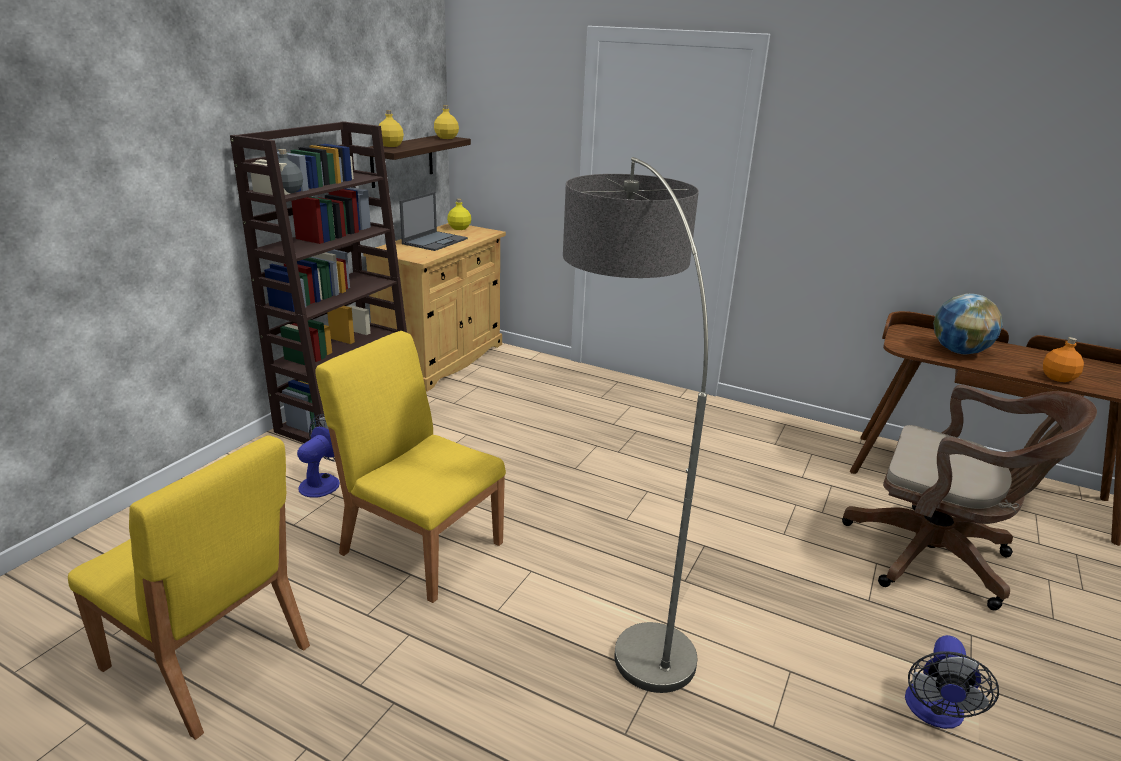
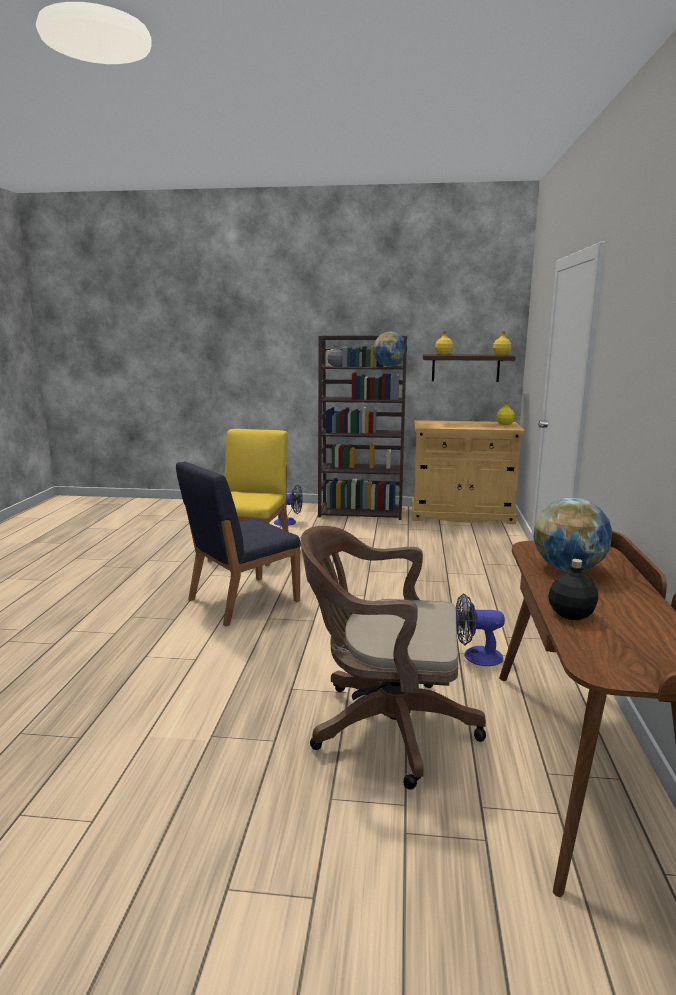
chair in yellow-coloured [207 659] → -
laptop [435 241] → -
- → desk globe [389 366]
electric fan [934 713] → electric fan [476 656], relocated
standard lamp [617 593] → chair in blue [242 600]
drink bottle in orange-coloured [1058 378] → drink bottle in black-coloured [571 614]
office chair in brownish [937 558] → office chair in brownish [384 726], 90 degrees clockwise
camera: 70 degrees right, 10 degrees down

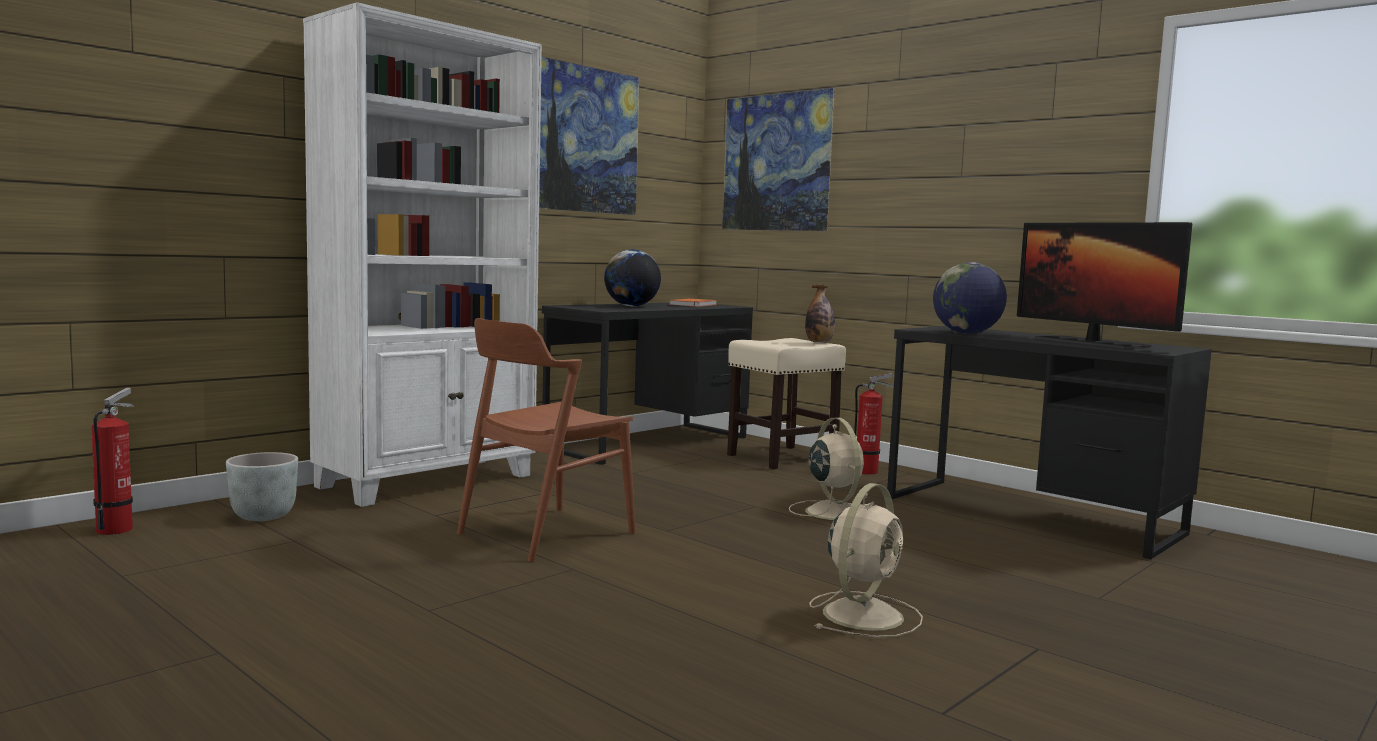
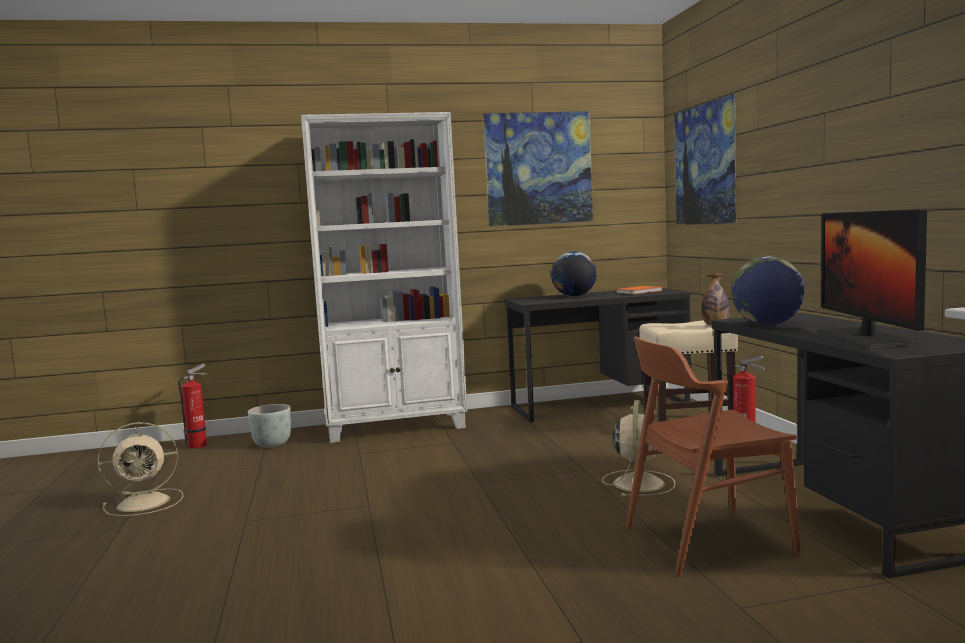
chair in brownish [546 533] → chair in brownish [707 540], relocated
electric fan in sand-coloured [864 614] → electric fan in sand-coloured [146 502], relocated
camera: 35 degrees right, 0 degrees up

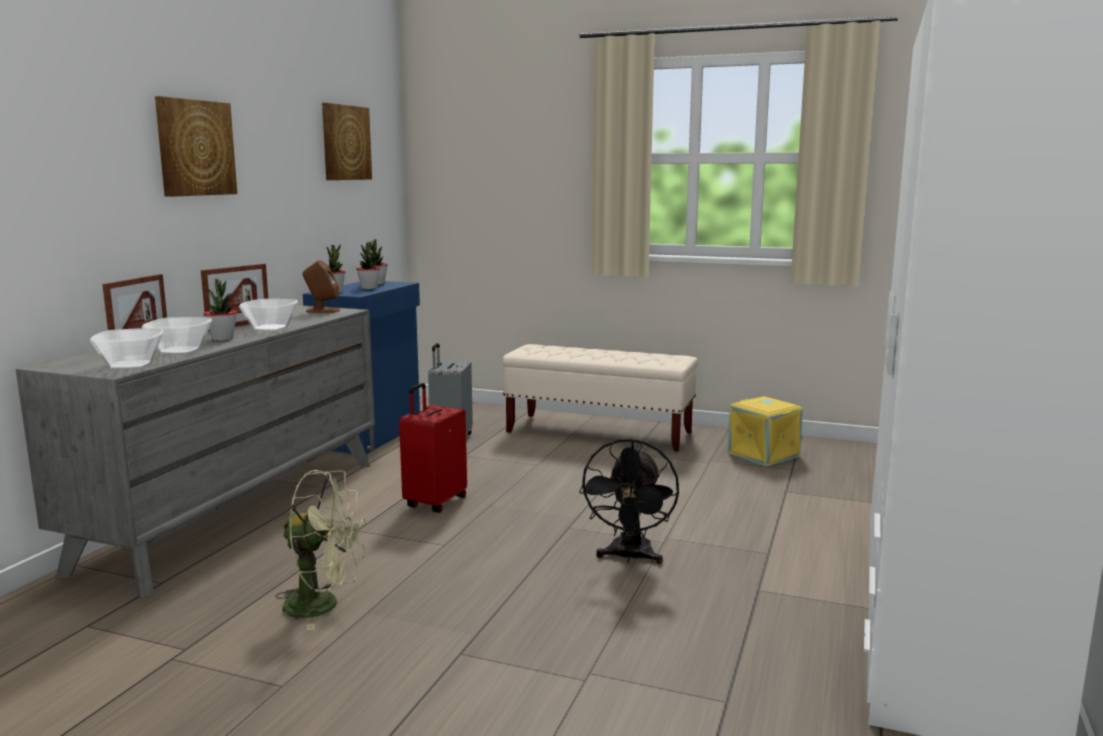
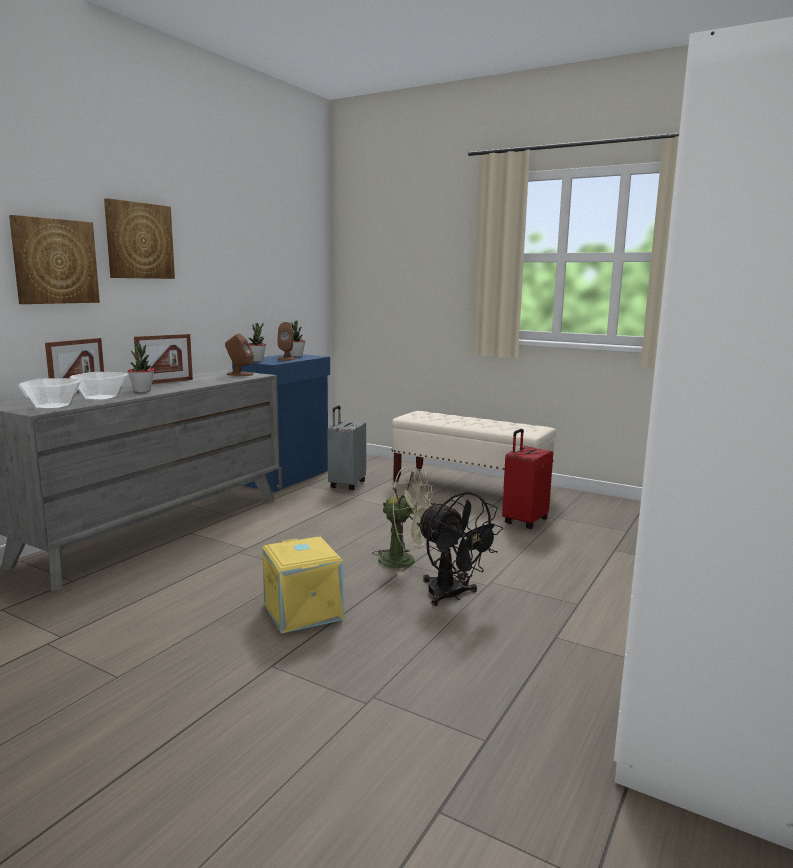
bowl [270 328] → -
electric fan in greenish [323 605] → electric fan in greenish [405 562], relocated
wall art [345 143] → wall art [55 261], relocated
travel case in reddish [434 502] → travel case in reddish [524 521], relocated
storage bin in yellow-coloured [764 454] → storage bin in yellow-coloured [304 612], relocated
houseplant [369 288] → audio speaker in brownish [286 359]
electric fan in black-coloured [629 557] → electric fan in black-coloured [451 596], 60 degrees counterclockwise
camera: 10 degrees right, 0 degrees up

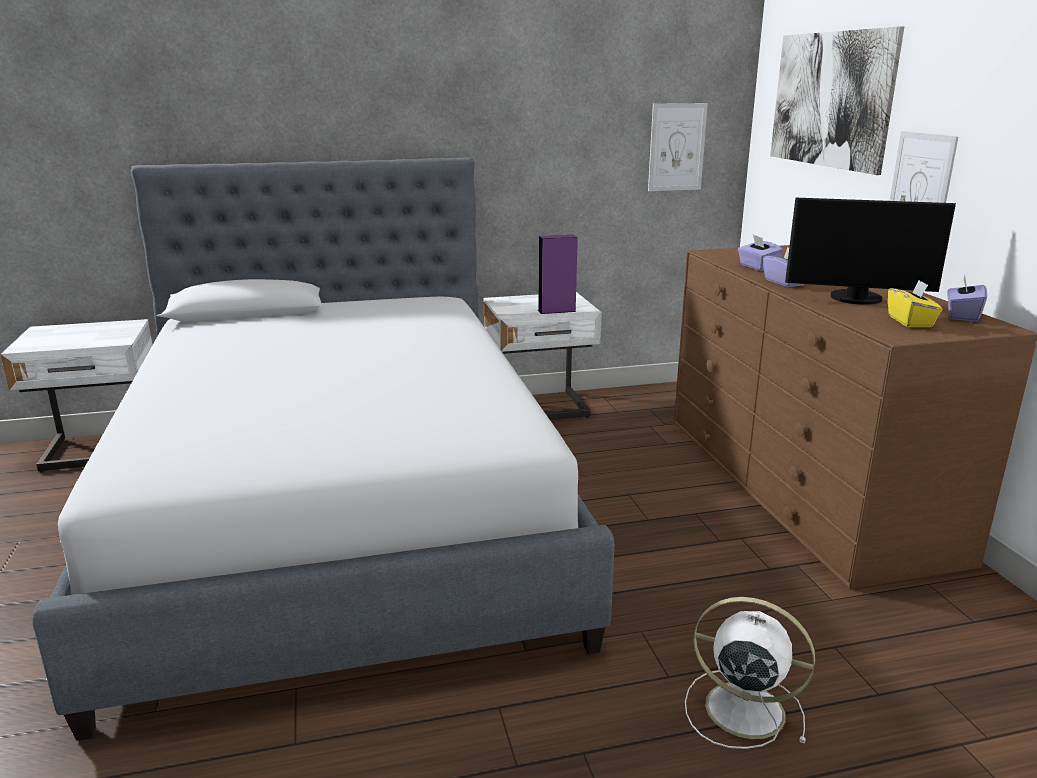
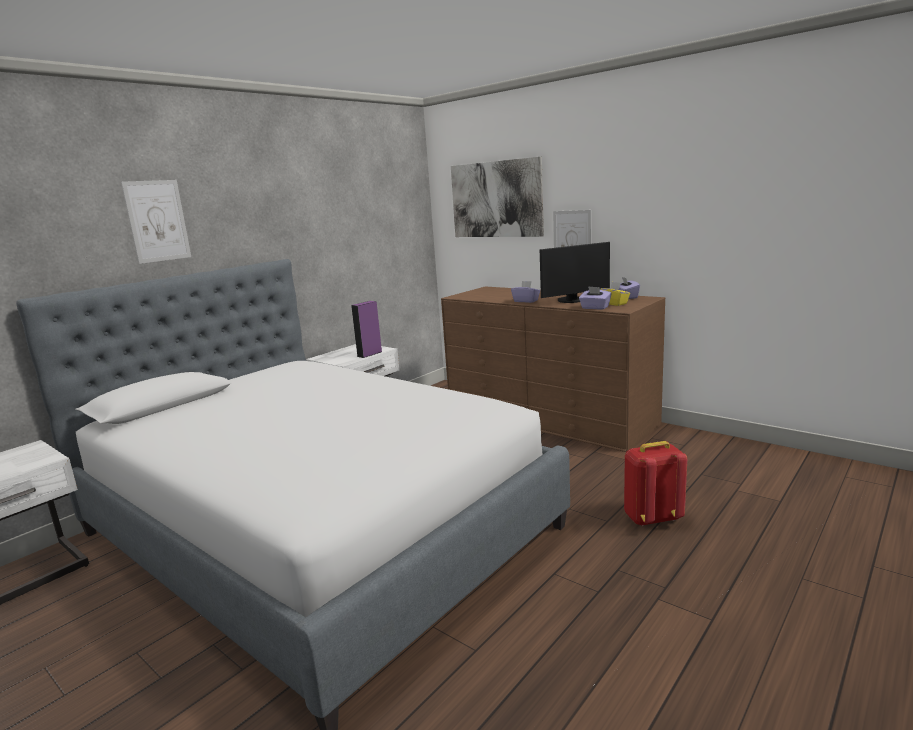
wall art [677 147] → wall art [157 221], relocated
box of tissues in purple-coloured [757 267] → box of tissues in purple-coloured [595 308], relocated
electric fan in whitish [740 709] → backpack in reddish [652 518]
camera: 35 degrees left, 5 degrees down

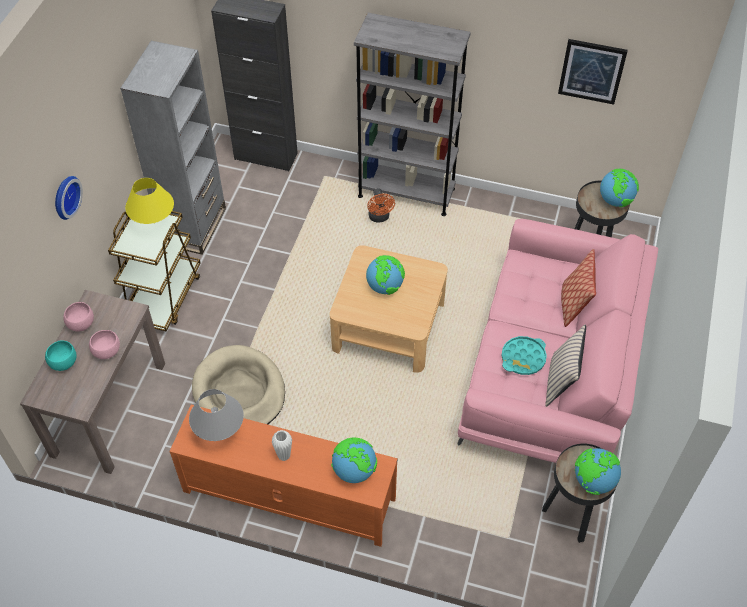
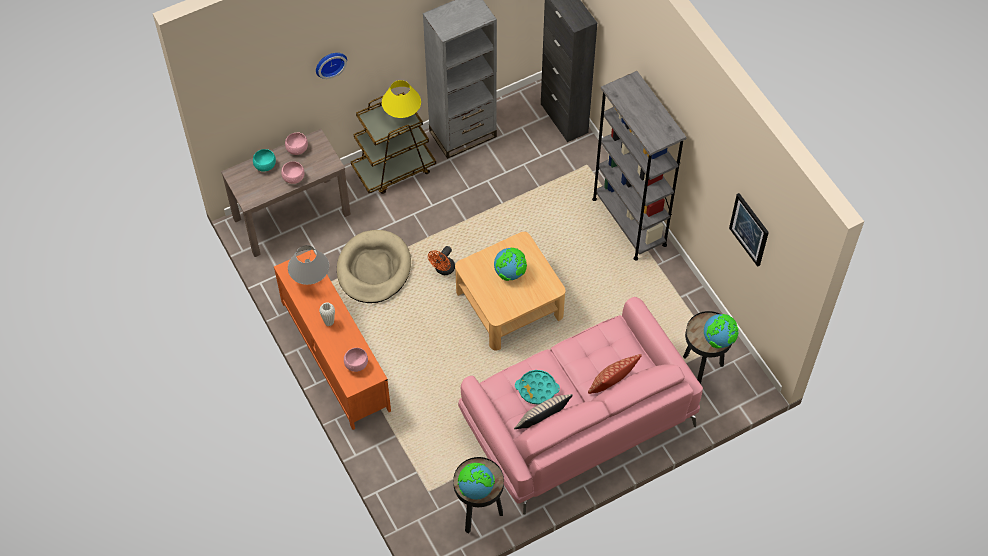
electric fan in orange-coloured [379 218] → electric fan in orange-coloured [443 270], relocated
desk globe [354 470] → bowl in pinkish [356 364]
camera: 45 degrees right, 5 degrees up

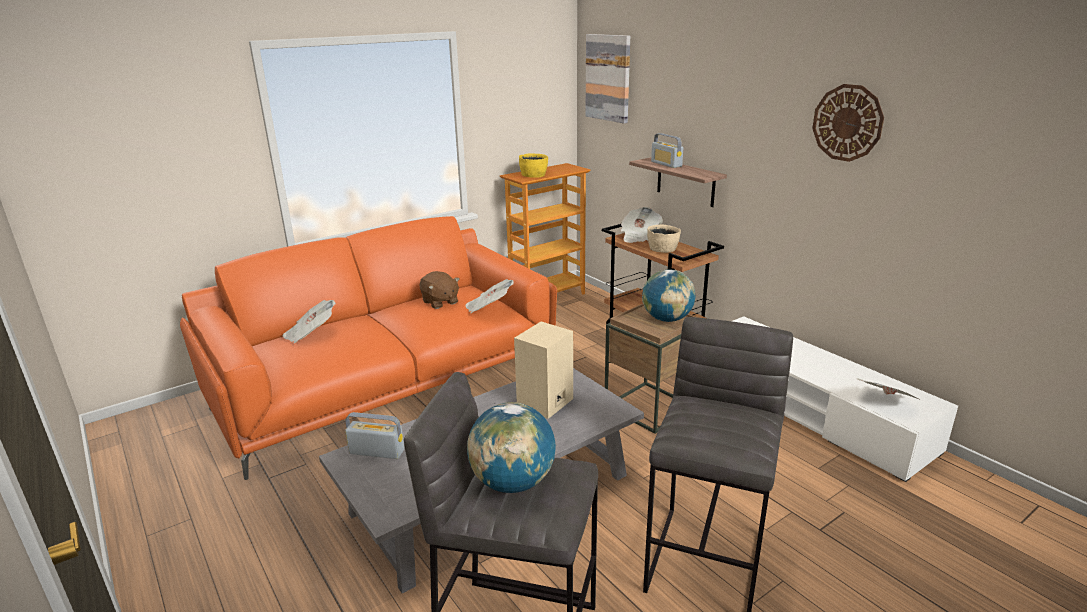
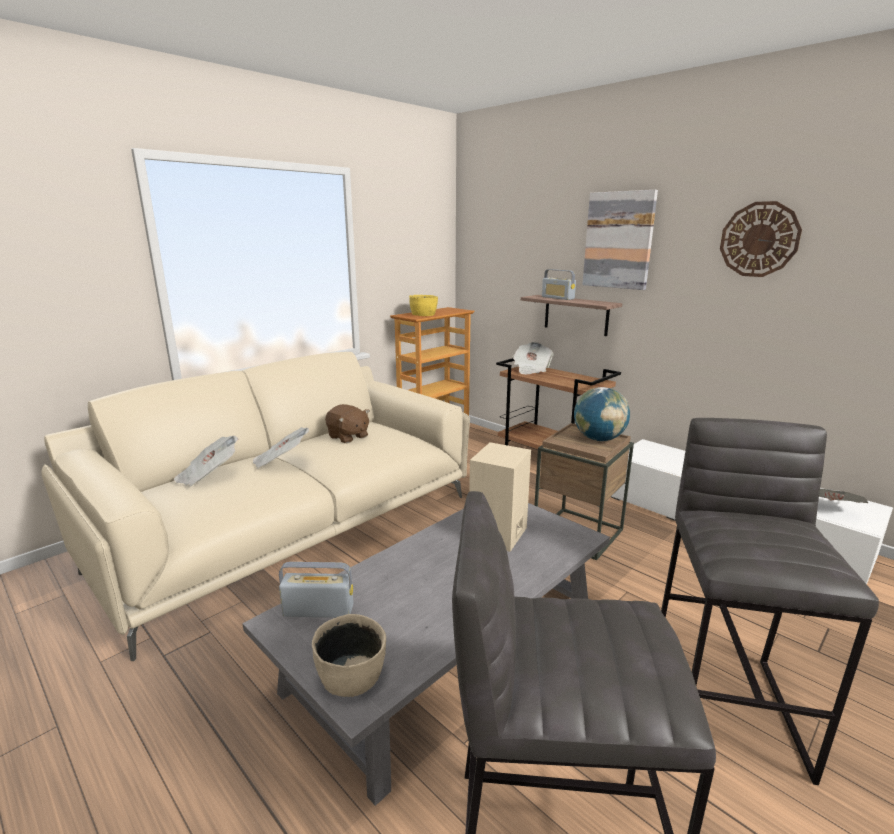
desk globe [513 483] → -
daily paper [488 308] → daily paper [280 462], relocated
wall art [608 78] → wall art [619 240], relocated
bowl in sand-coloured [662 249] → bowl in sand-coloured [352 674], relocated
sofa in orange-coloured [388 382] → sofa in sand-coloured [292 527]
camera: 10 degrees left, 5 degrees down

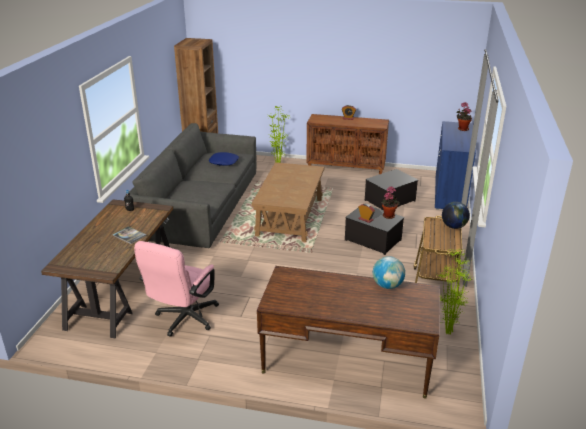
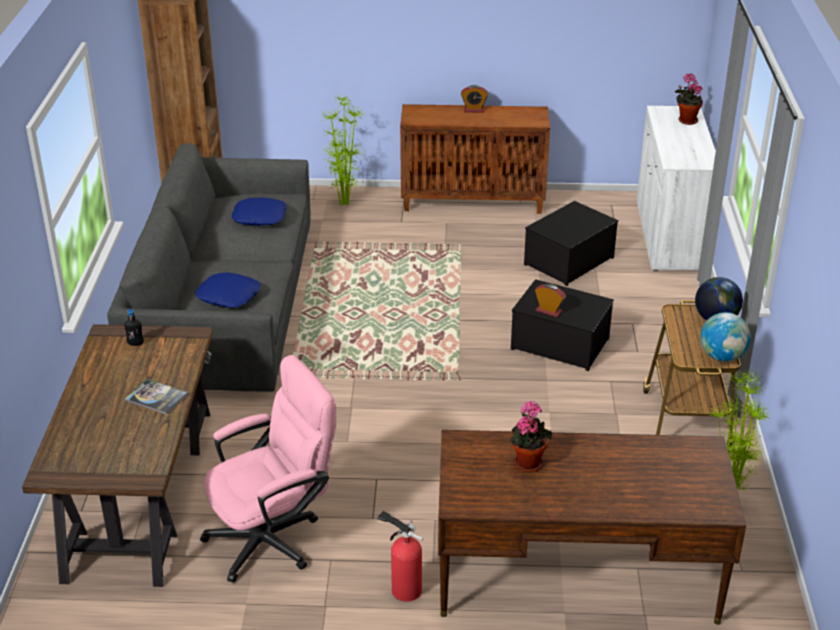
coffee table in brownish [289 217] → -
- → cushion in blue [229 296]
- → extinguisher [403 588]
desk globe [387 285] → desk globe [722 356], relocated
houseplant [388 215] → houseplant [528 462], relocated
cupboard in blue [449 193] → cupboard in whitish [669 236]
office chair in pinkish [183 320] → office chair in pinkish [274 537], 135 degrees counterclockwise
camera: 10 degrees left, 5 degrees up

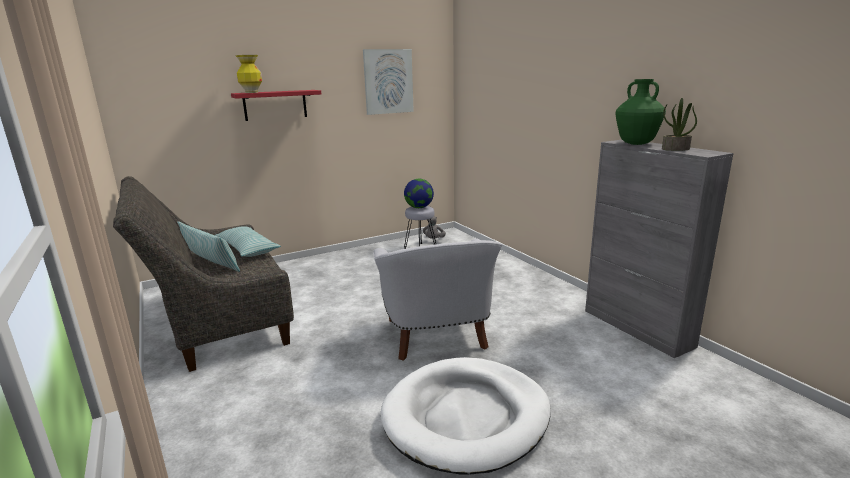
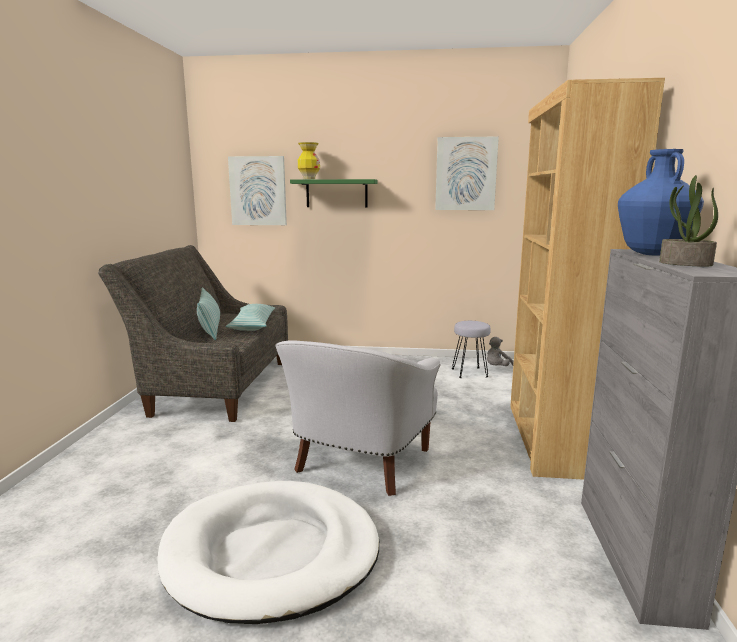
desk globe [419 207] → -
- → wall art [258 191]
- → bookshelf in brownish [552 439]
wall shelf in reddish [275 105] → wall shelf in greenish [336 193]
flower vase in greenish [636 144] → flower vase in blue [652 254]
camera: 35 degrees right, 5 degrees down

